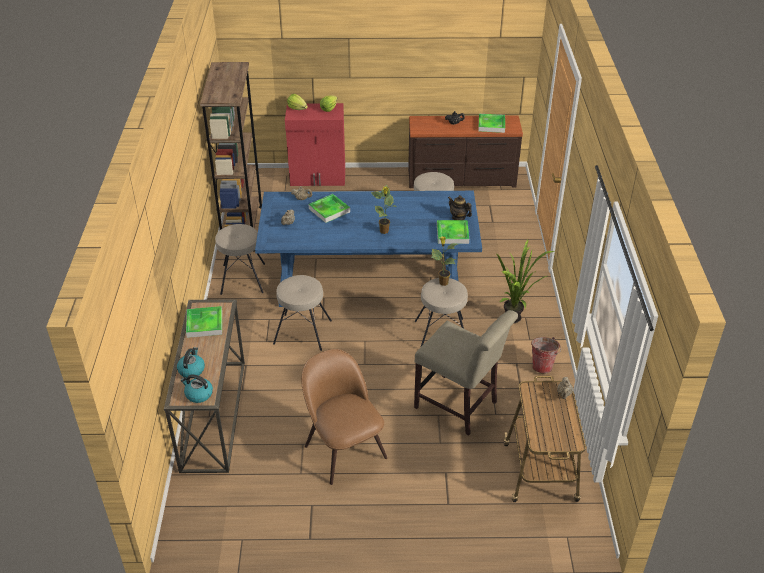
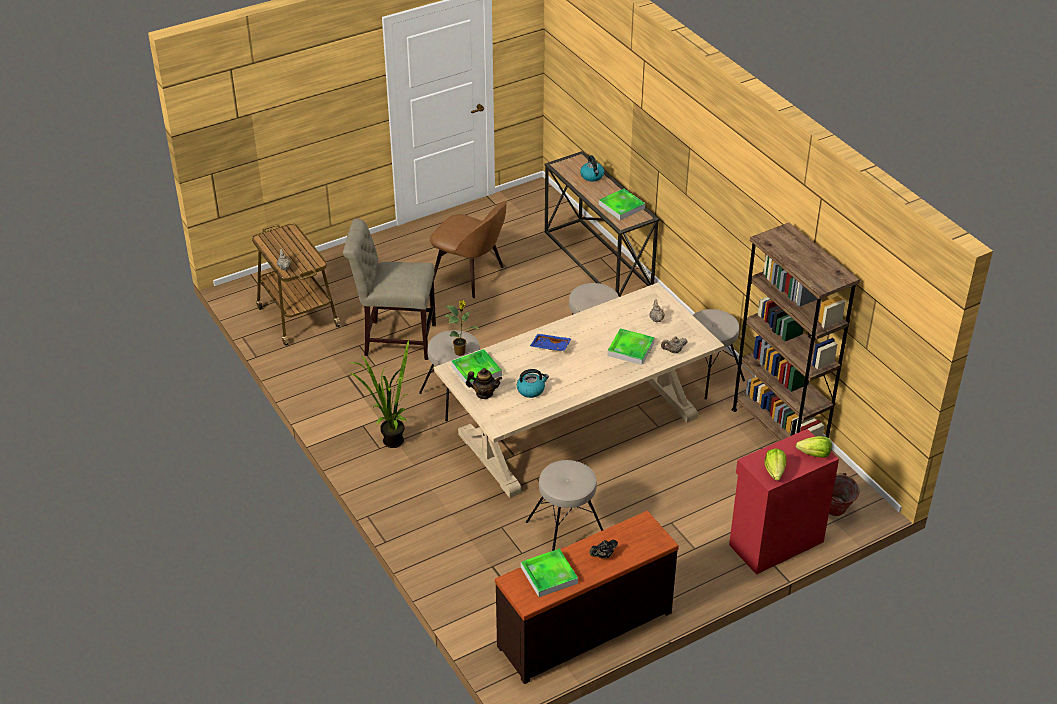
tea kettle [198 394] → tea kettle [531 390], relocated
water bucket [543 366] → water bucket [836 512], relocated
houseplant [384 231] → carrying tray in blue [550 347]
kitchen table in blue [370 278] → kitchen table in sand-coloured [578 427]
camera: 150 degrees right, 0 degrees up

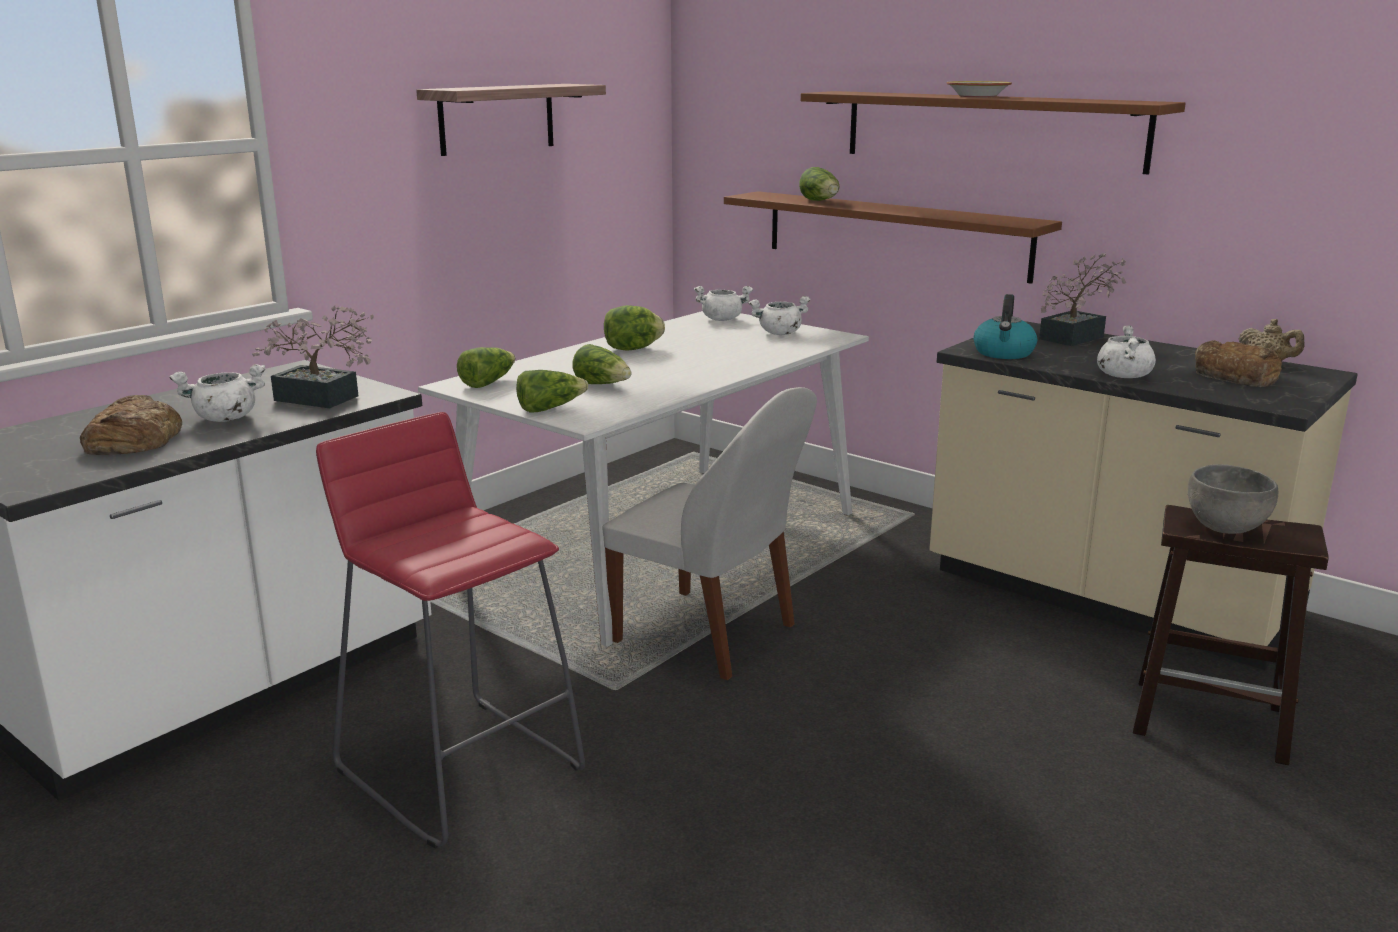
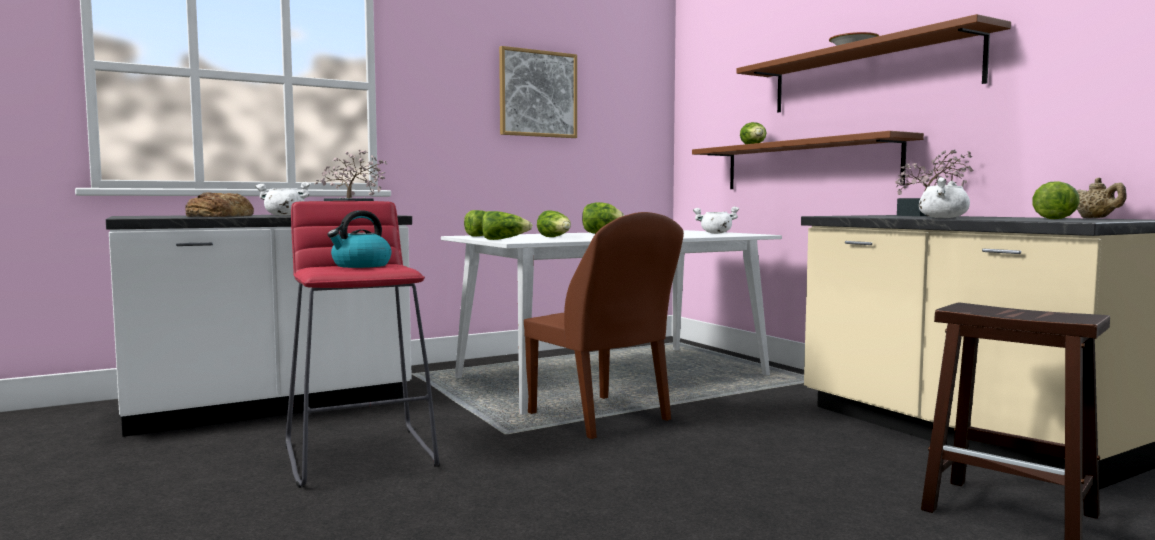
saucepot in whitish [722 319] → -
bowl in grey [1224 528] → -
tea kettle [1004 353] → tea kettle [361 265], relocated
wall shelf [497 118] → wall art [538 94]
bread [1235 375] → head of lettuce [1053 218]
chair in whitish [708 635] → chair in brownish [600 418]
camera: 20 degrees right, 15 degrees down

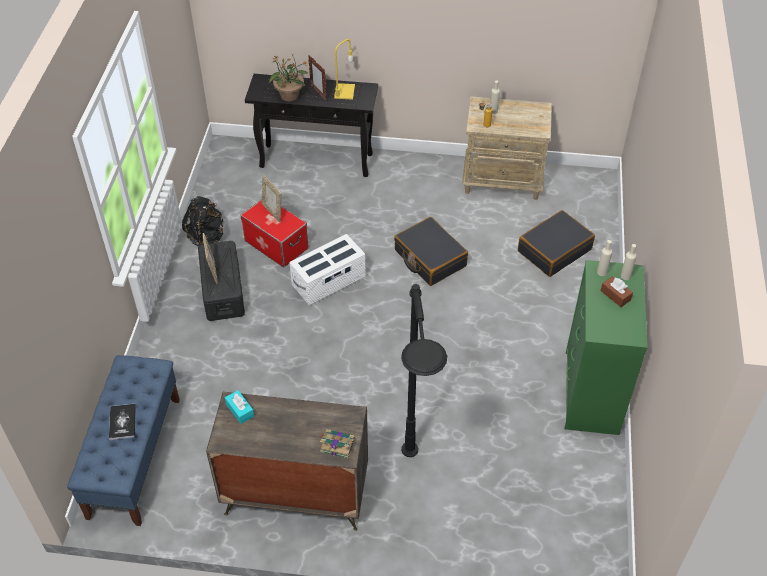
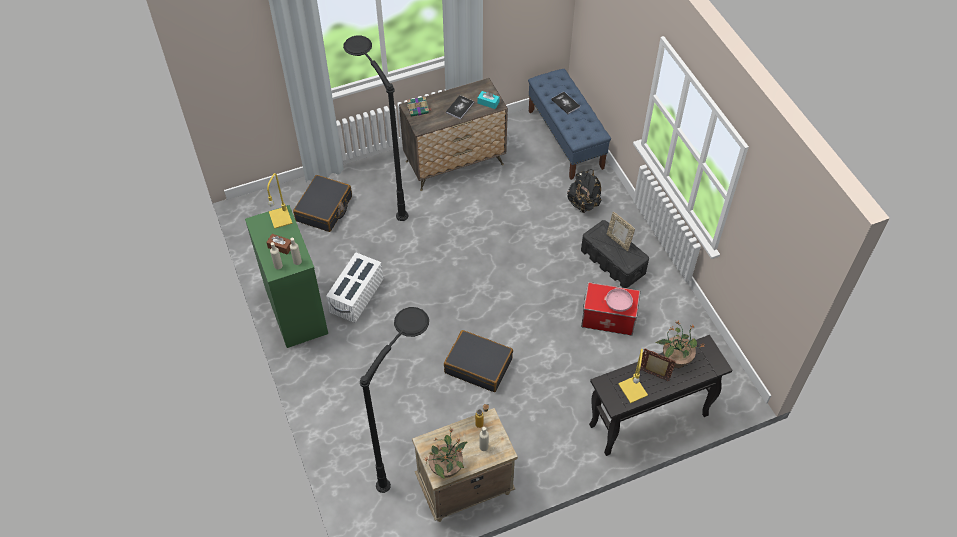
- → tabletop lamp in yellow-coloured [280 217]
- → standard lamp in black-coloured [411 451]
- → houseplant [447 467]
- → bound book [460 107]
backpack in black-coloured [207 237] → backpack in black-coloured [583 203], relocated
storage bin in whitish [329 282] → storage bin in whitish [356 296], relocated
travel case in black-coloured [554 250] → travel case in black-coloured [324 209], relocated
standing frame [272 212] → bowl in pinkish [618 305]
camera: 150 degrees right, 5 degrees up

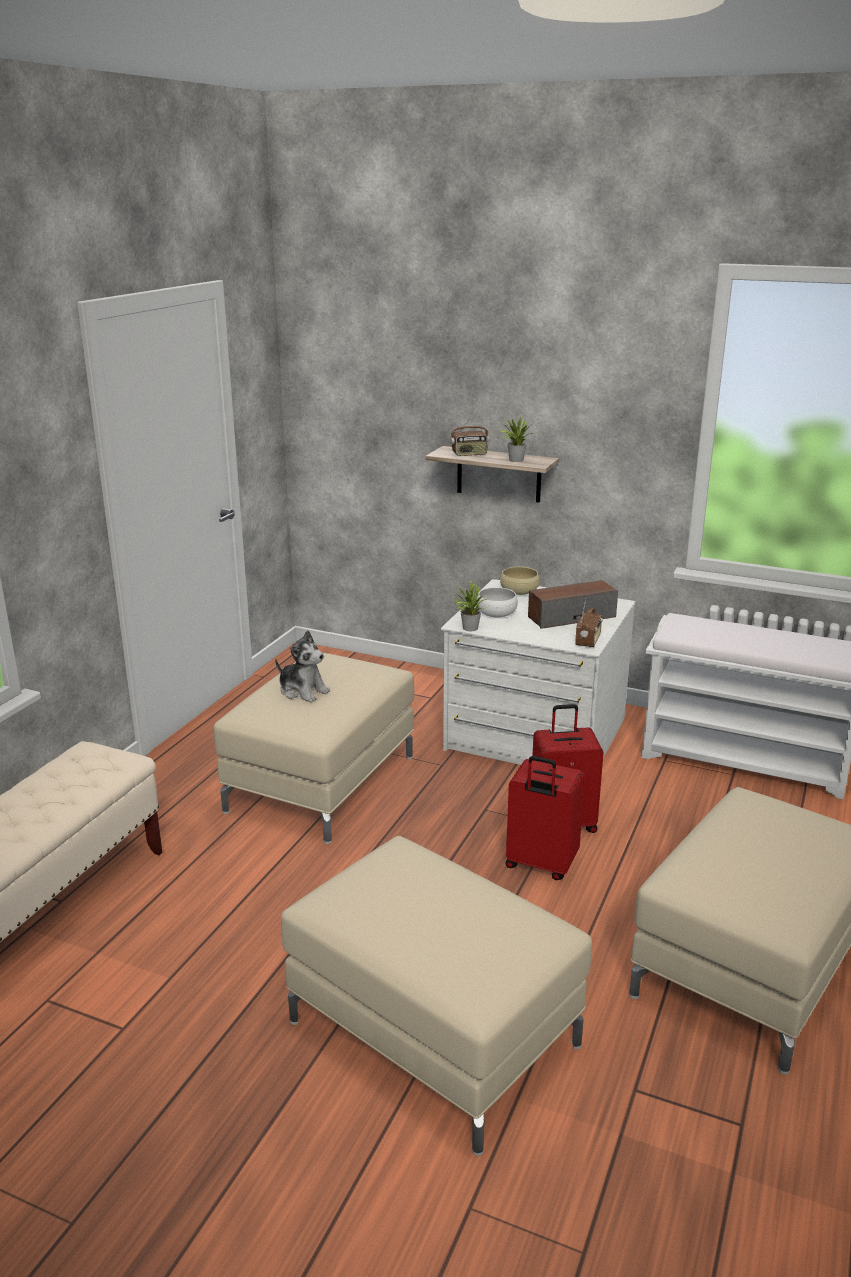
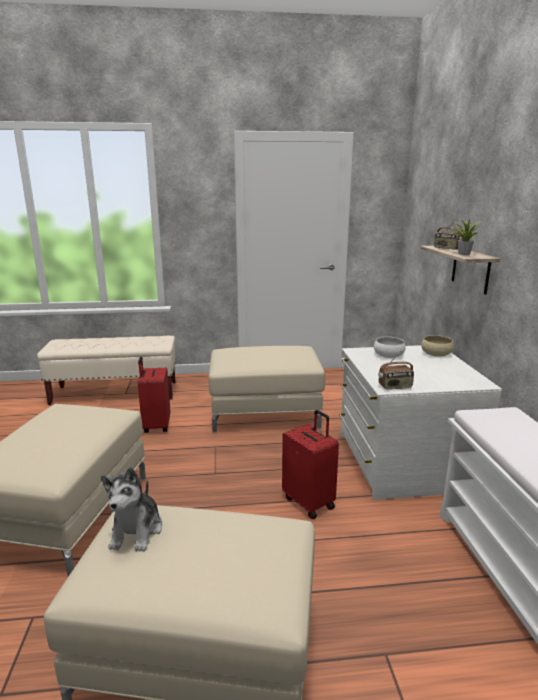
houseplant [468 628] → -
audio speaker [571 617] → -
cuddly toy [303 691] → cuddly toy [137 531], relocated
travel case in reddish [540 865] → travel case in reddish [156 426], relocated
camera: 60 degrees right, 5 degrees down

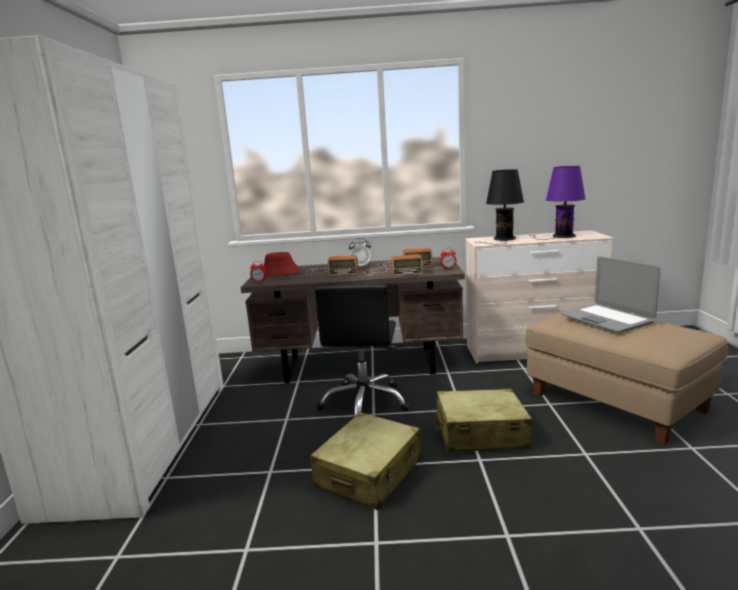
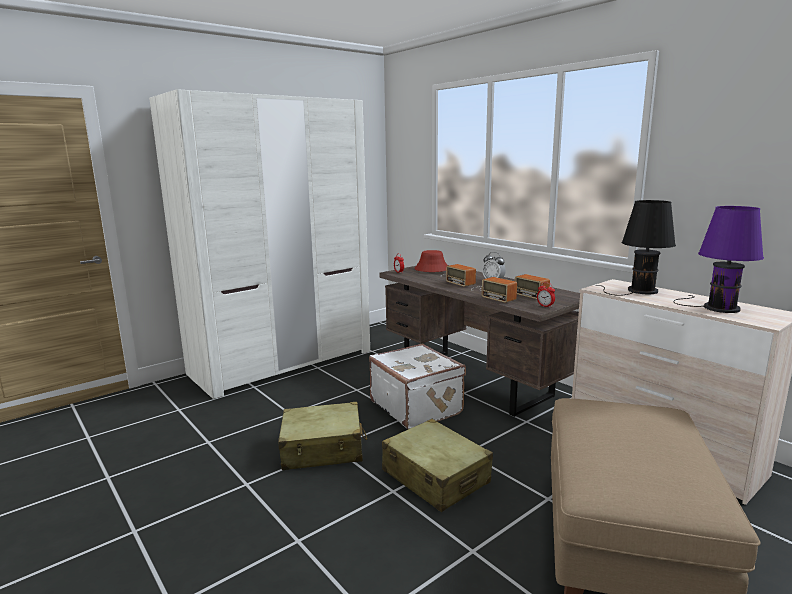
laptop [606 319] → -
office chair in black-coloured [365 403] → travel case in whitish [417 407]
camera: 50 degrees right, 0 degrees up

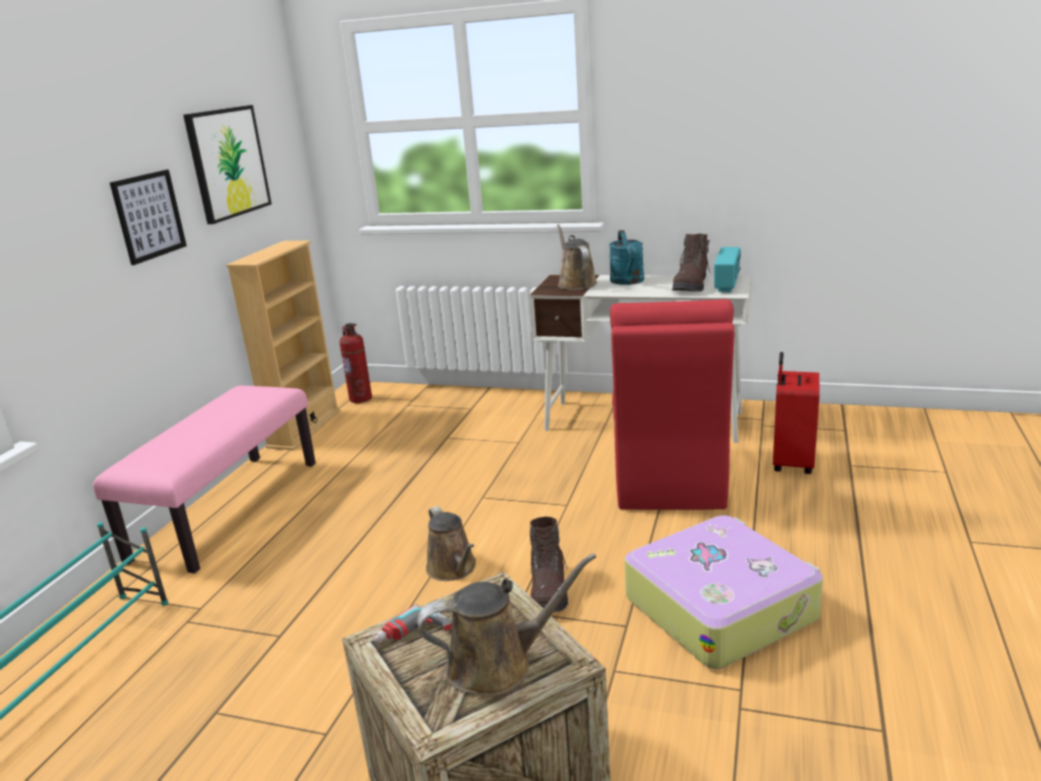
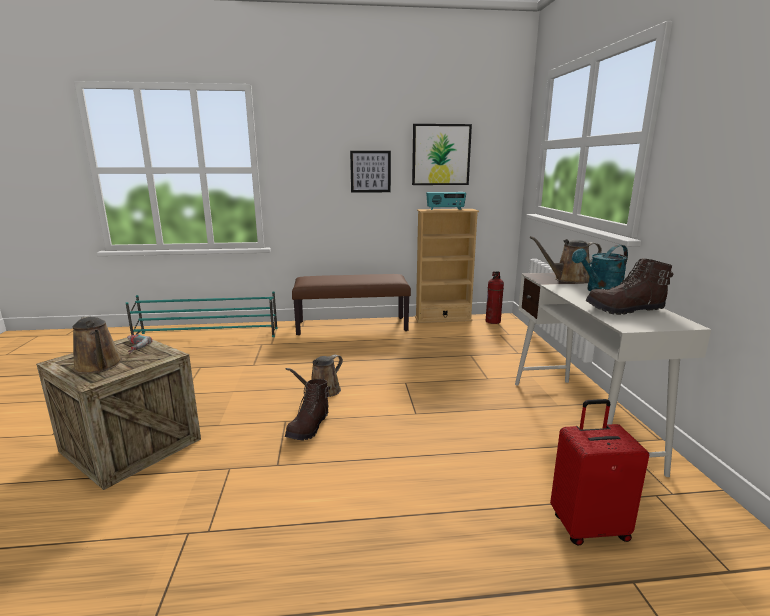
chair in reddish [668 479] → -
travel case [720 606] → -
radio [727 284] → radio [445 209], relocated
bench in pinkish [227 509] → bench in brownish [352 326]
tall boot in brownish [548 590] → tall boot in brownish [309 427], 45 degrees counterclockwise
watering pot in brownish [575 283] → watering pot in brownish [568 279], 150 degrees counterclockwise
camera: 65 degrees right, 5 degrees down

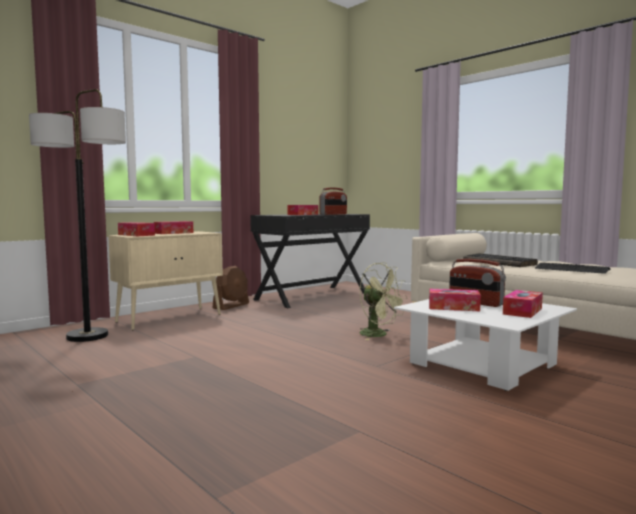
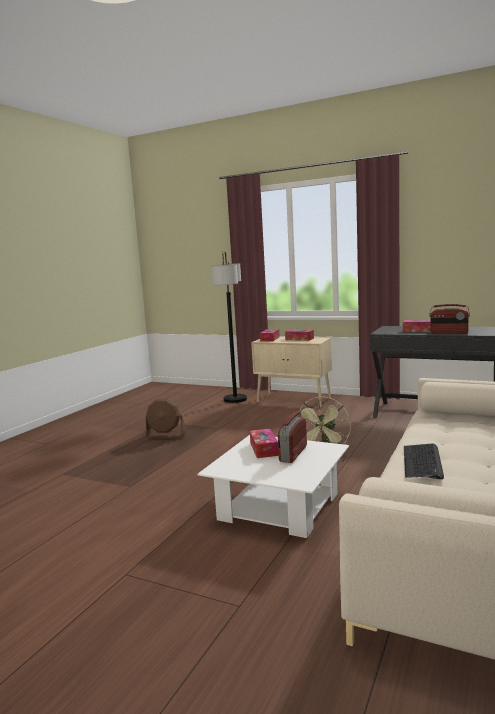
PC keyboard [499 262] → -
box of tissues [522 311] → -
electric fan in brownish [231 306] → electric fan in brownish [166 436], relocated
camera: 70 degrees right, 5 degrees up

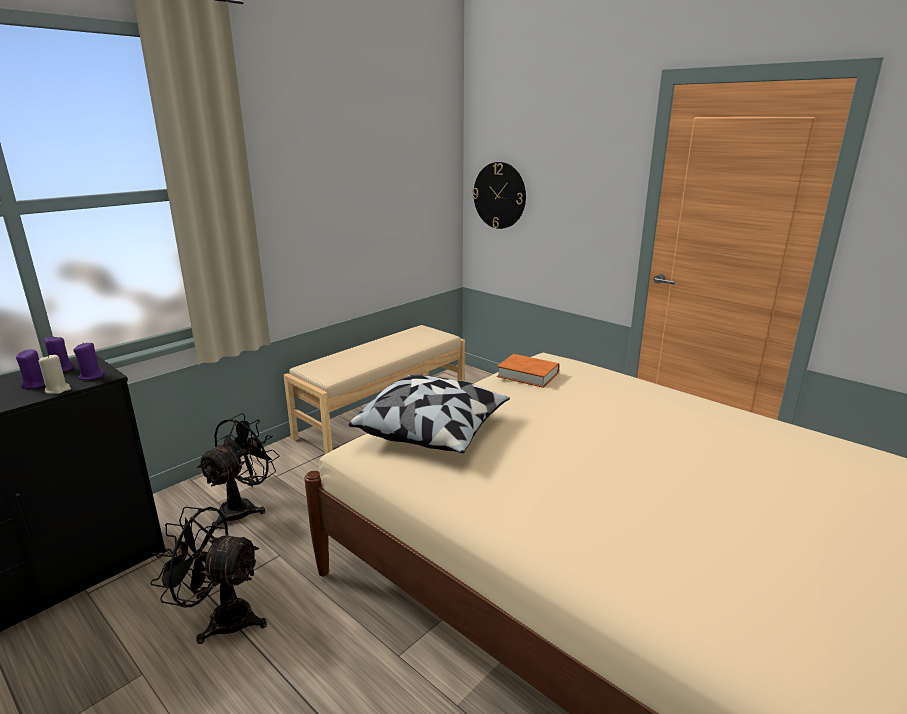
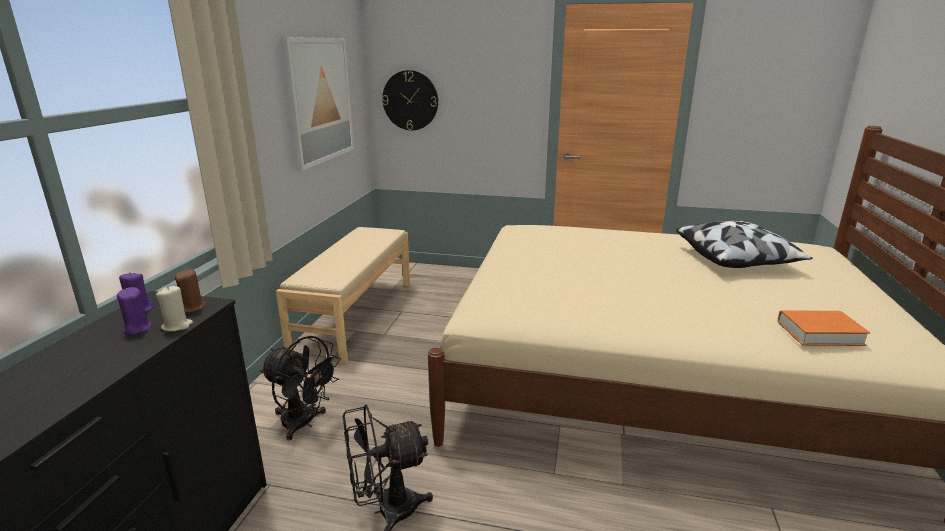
- → wall art [319 100]
cushion [433 431] → cushion [737 260], relocated
bound book in orange-coloured [528 375] → bound book in orange-coloured [819 333], relocated
wax candle in purple-coloured [92 376] → wax candle in brownish [193 307]
electric fan in black-coloured [243 507] → electric fan in black-coloured [304 424], 120 degrees clockwise
camera: 30 degrees left, 0 degrees up

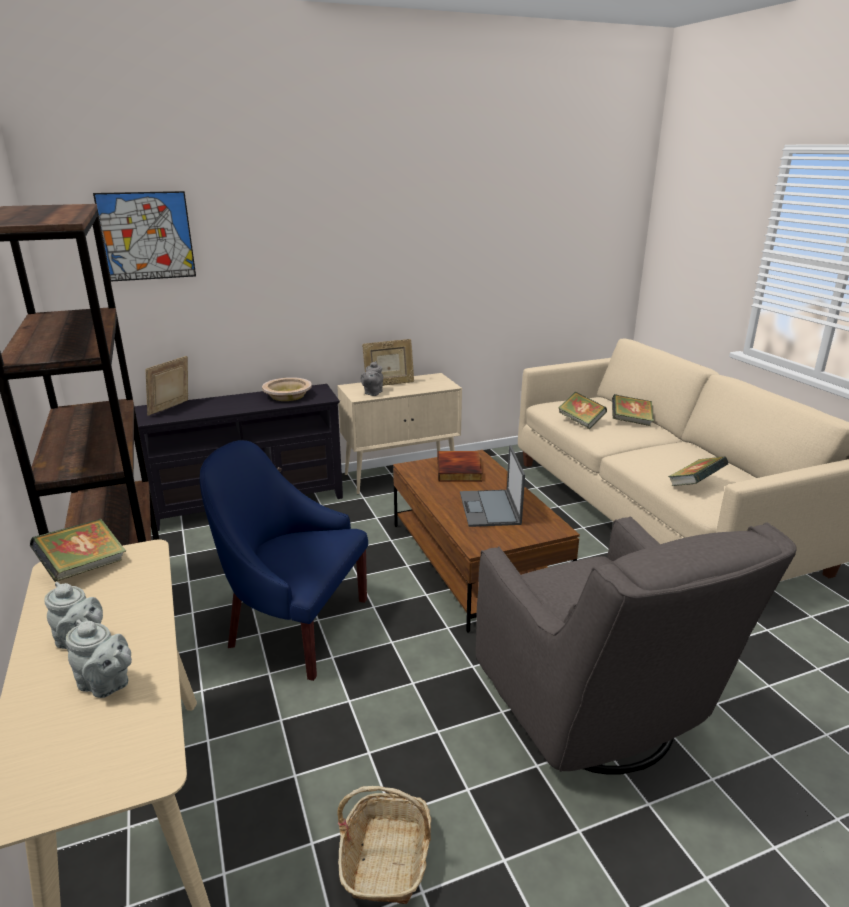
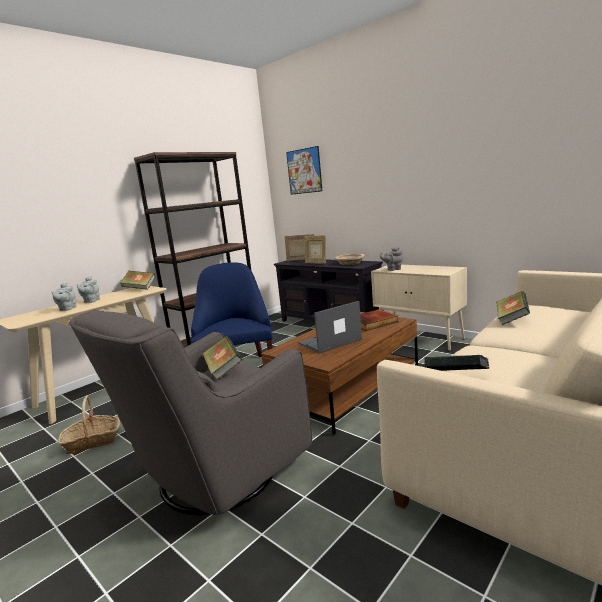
standing frame [389 384] → standing frame [316 263], relocated
bound book [630 422] → bound book [223 370], relocated
camera: 65 degrees right, 10 degrees down

